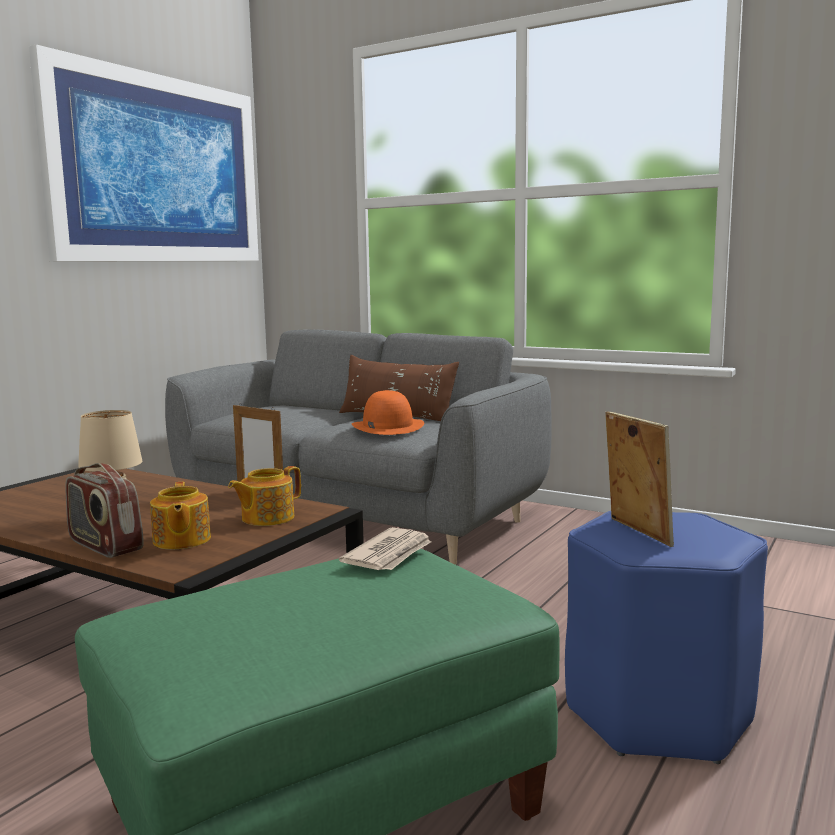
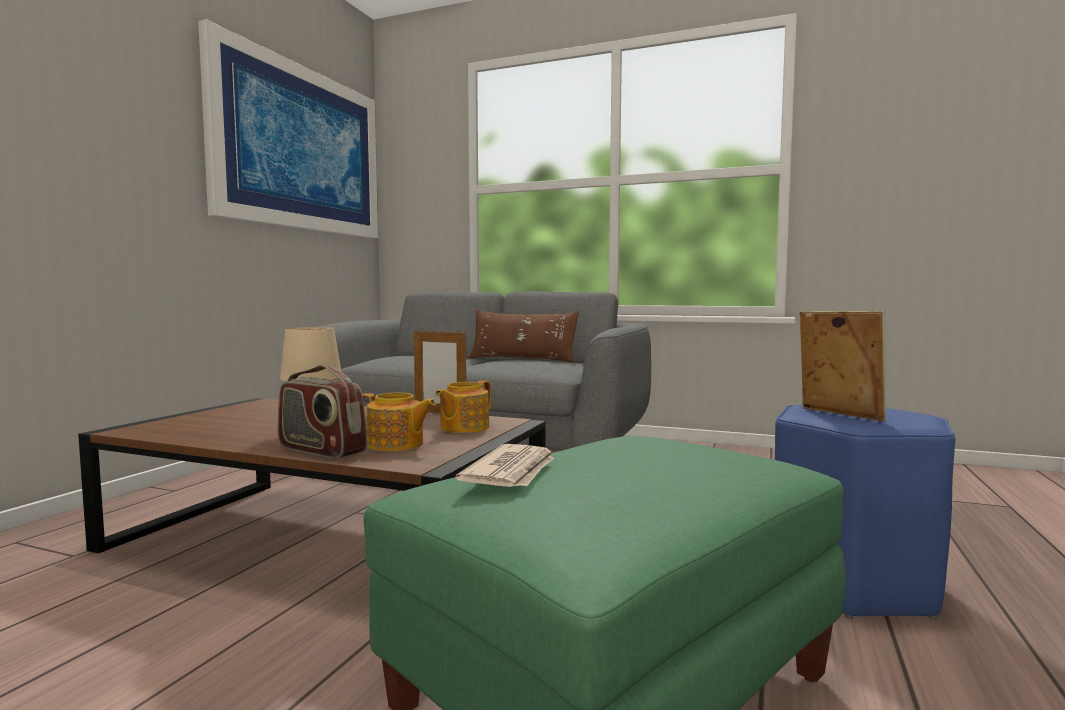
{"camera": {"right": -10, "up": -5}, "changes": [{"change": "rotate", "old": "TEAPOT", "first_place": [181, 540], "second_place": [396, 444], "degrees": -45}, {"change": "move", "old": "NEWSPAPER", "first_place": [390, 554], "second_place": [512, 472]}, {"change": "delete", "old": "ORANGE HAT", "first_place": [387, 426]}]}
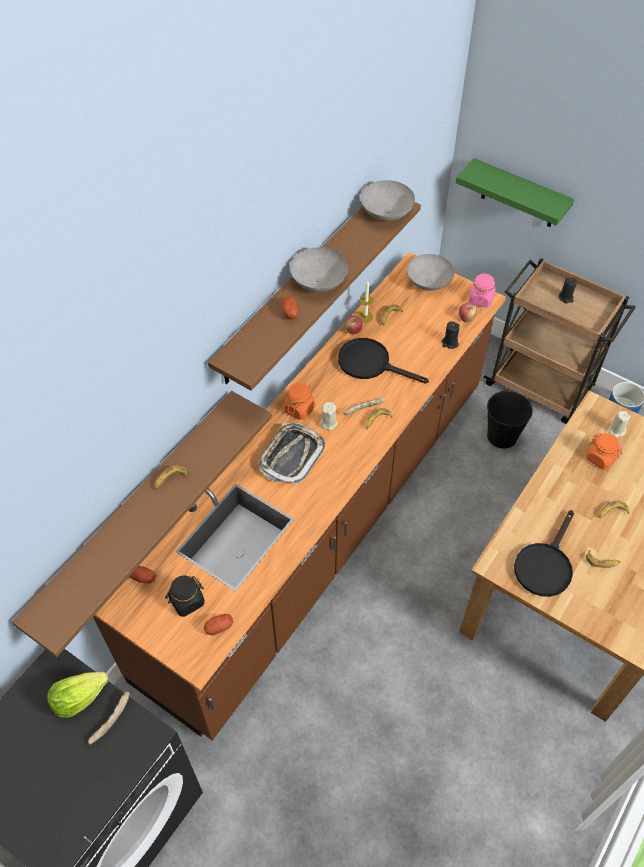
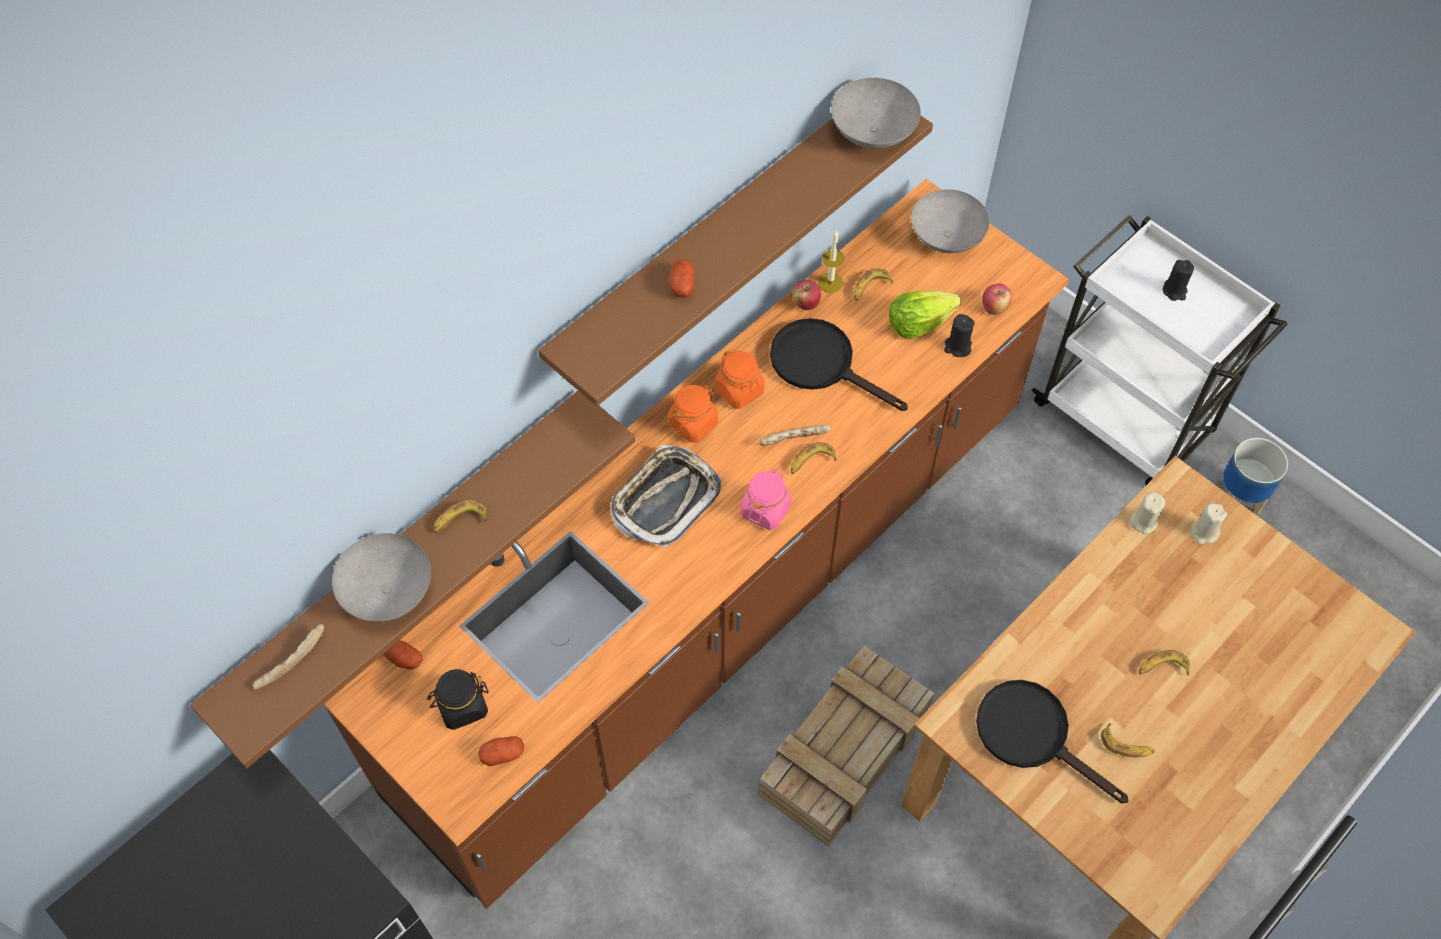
{"camera": {"right": 10, "up": 5}, "changes": [{"change": "move", "old": "LETTUCE", "first_place": [78, 698], "second_place": [918, 324]}, {"change": "move", "old": "BREAD", "first_place": [110, 719], "second_place": [291, 660]}, {"change": "move", "old": "GREY BOWL", "first_place": [319, 284], "second_place": [387, 594]}, {"change": "move", "old": "BEIGE CANDLE", "first_place": [328, 423], "second_place": [1143, 521]}, {"change": "delete", "old": "GREEN SHELF", "first_place": [519, 195]}, {"change": "move", "old": "PINK JAR", "first_place": [481, 299], "second_place": [765, 510]}, {"change": "recolor", "old": "BROWN CART", "new": "WHITE CART", "first_place": [541, 387], "second_place": [1126, 420]}, {"change": "delete", "old": "BLACK BUCKET", "first_place": [502, 436]}, {"change": "rotate", "old": "BLACK FRYING PAN", "first_place": [545, 564], "second_place": [1033, 735], "degrees": 90}, {"change": "move", "old": "ORANGE JAR", "first_place": [601, 458], "second_place": [740, 391]}, {"change": "insert", "new": "CRATE", "second_place": [843, 755]}]}
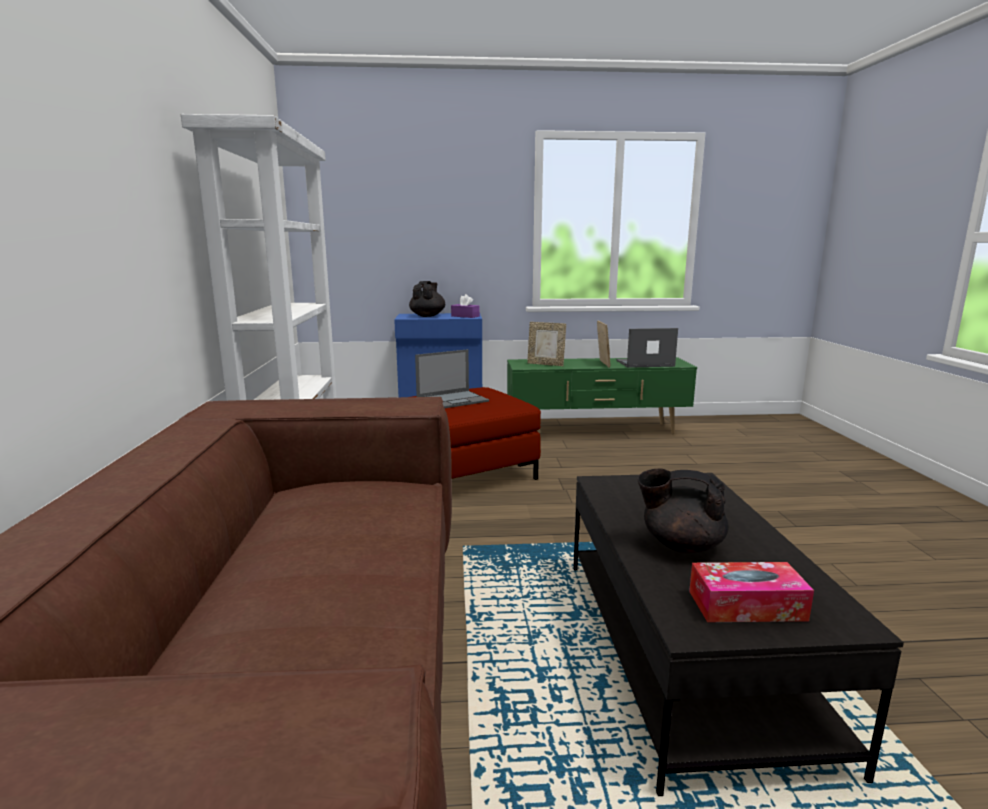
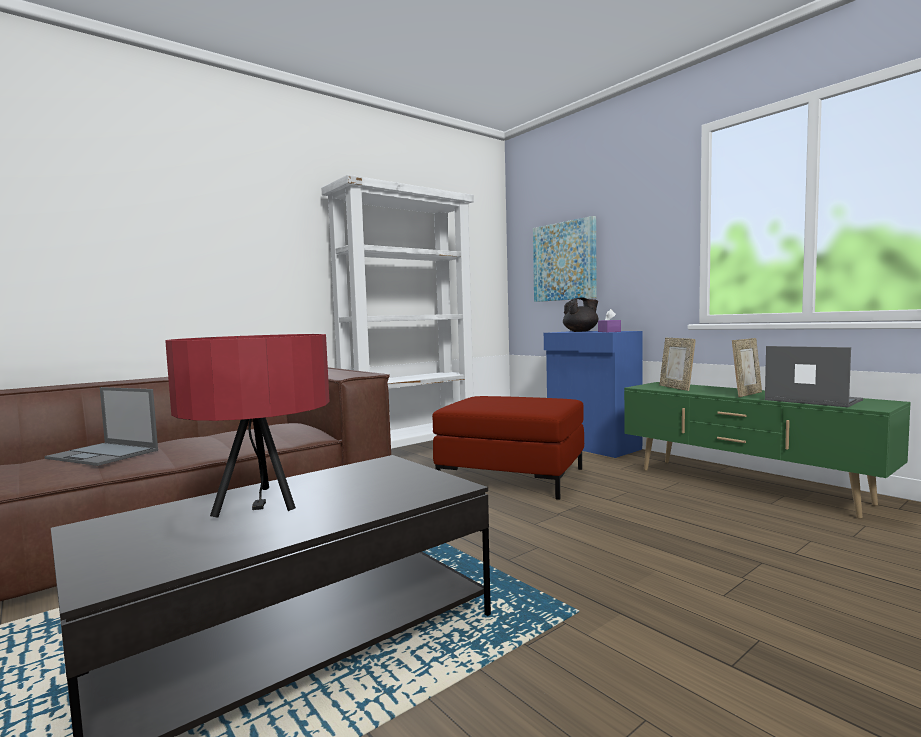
{"camera": {"right": 55, "up": -10}, "changes": [{"change": "move", "old": "LAPTOP", "first_place": [453, 400], "second_place": [104, 454]}, {"change": "replace", "old": "BLACK TEAPOT", "new": "RED TABLE LAMP", "first_place": [680, 544], "second_place": [260, 502]}, {"change": "delete", "old": "TISSUE BOX", "first_place": [746, 605]}, {"change": "insert", "new": "PICTURE", "second_place": [564, 261]}]}
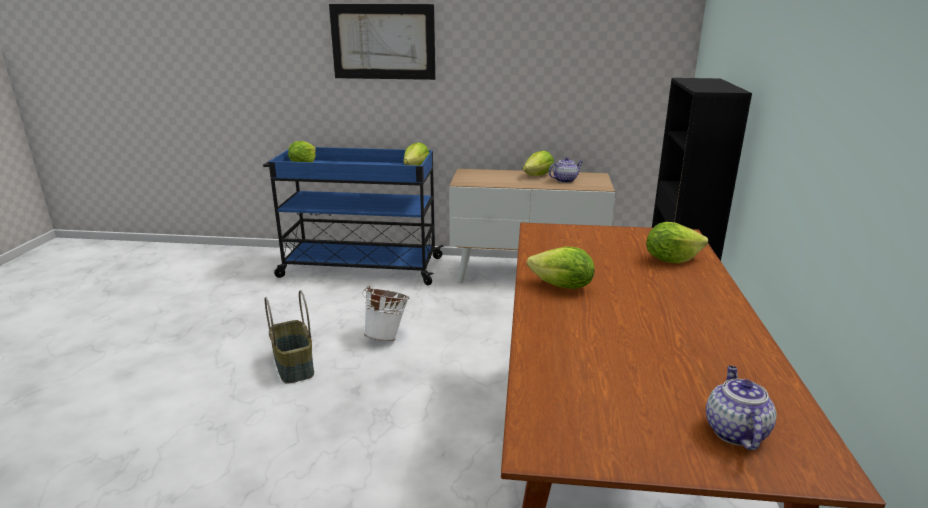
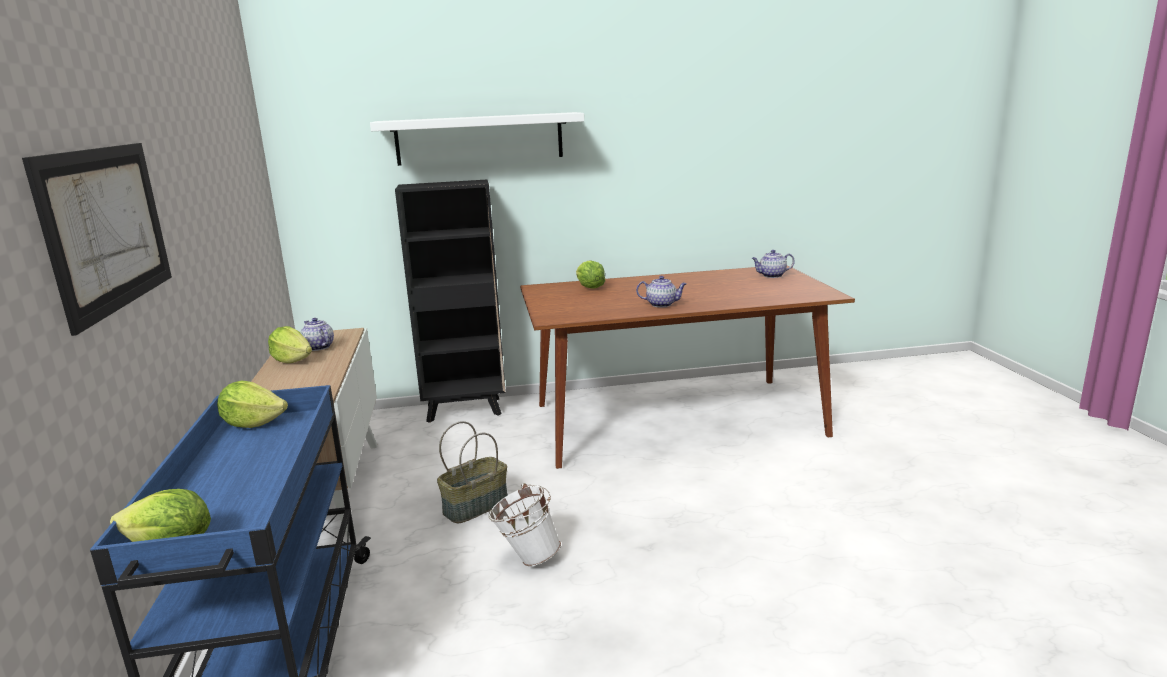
{"camera": {"right": -105, "up": -5}, "changes": [{"change": "move", "old": "BASKET", "first_place": [295, 366], "second_place": [475, 506]}, {"change": "replace", "old": "LETTUCE", "new": "TEAPOT", "first_place": [562, 286], "second_place": [662, 304]}, {"change": "insert", "new": "WHITE SHELF", "second_place": [479, 139]}]}
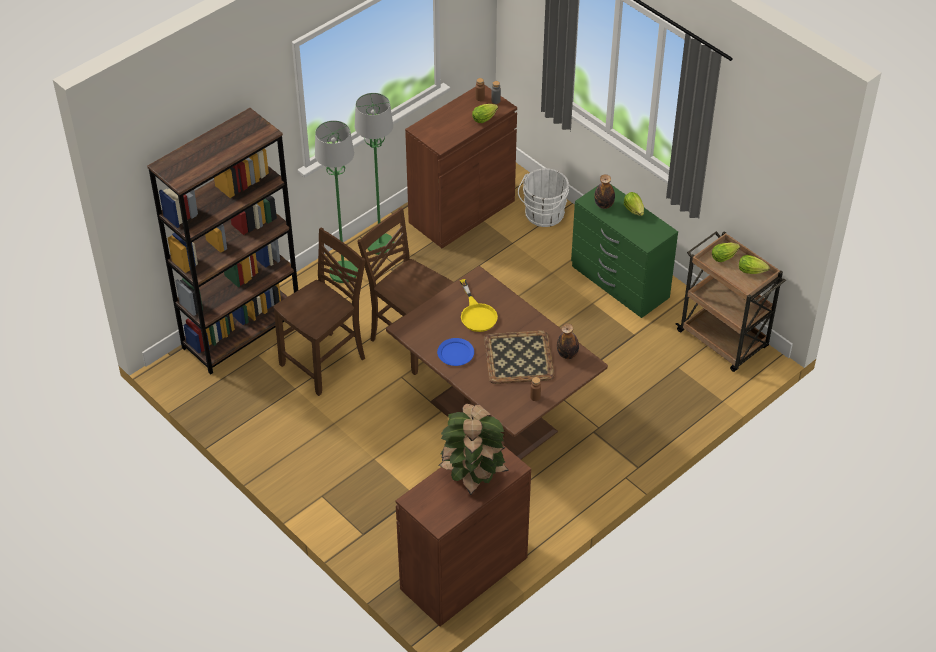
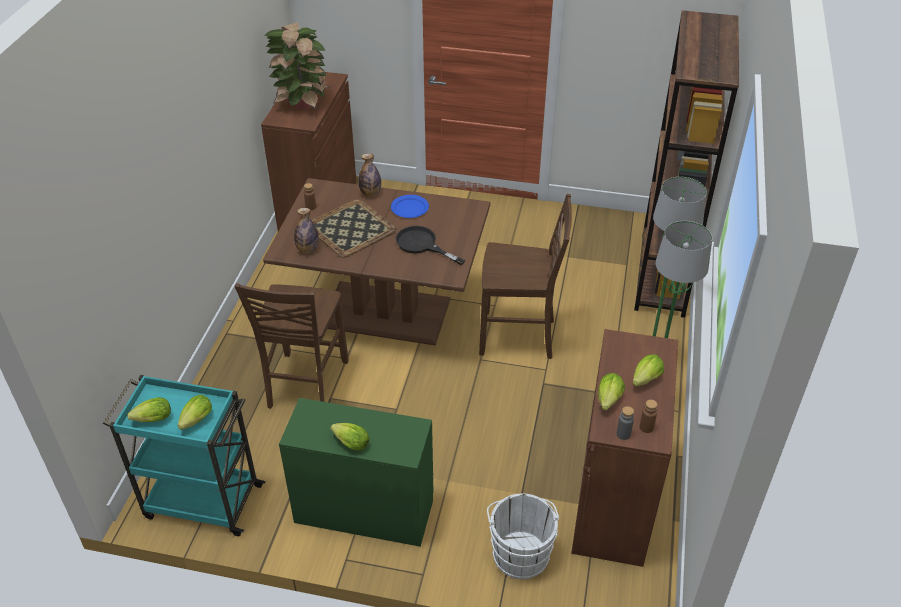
{"camera": {"right": 145, "up": -5}, "changes": [{"change": "move", "old": "BROWN CHAIR", "first_place": [325, 362], "second_place": [305, 385]}, {"change": "recolor", "old": "YELLOW FRYING PAN", "new": "BLACK FRYING PAN", "first_place": [477, 314], "second_place": [422, 245]}, {"change": "move", "old": "BOTTLE", "first_place": [604, 205], "second_place": [370, 193]}, {"change": "recolor", "old": "BROWN CART", "new": "TURQUOISE CART", "first_place": [724, 340], "second_place": [201, 501]}, {"change": "insert", "new": "LETTUCE", "second_place": [644, 381]}]}
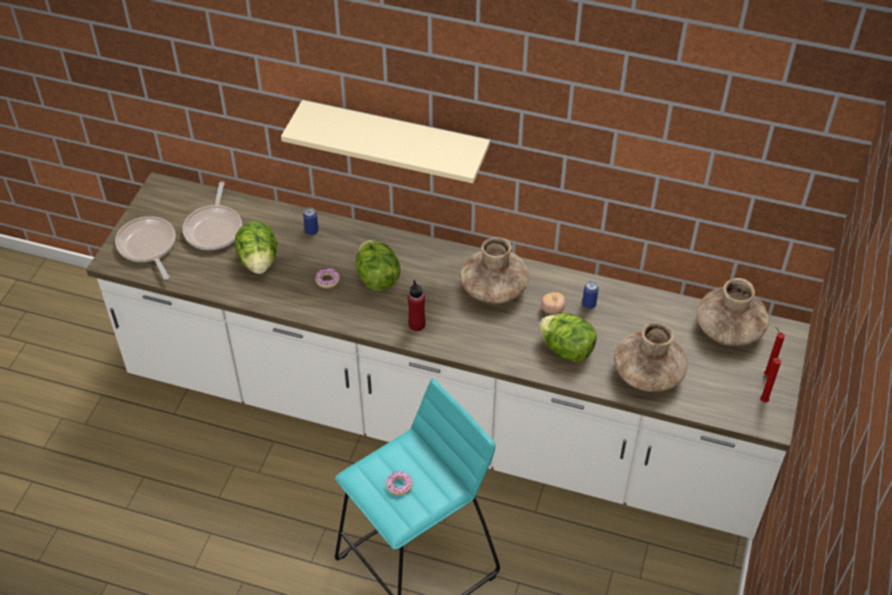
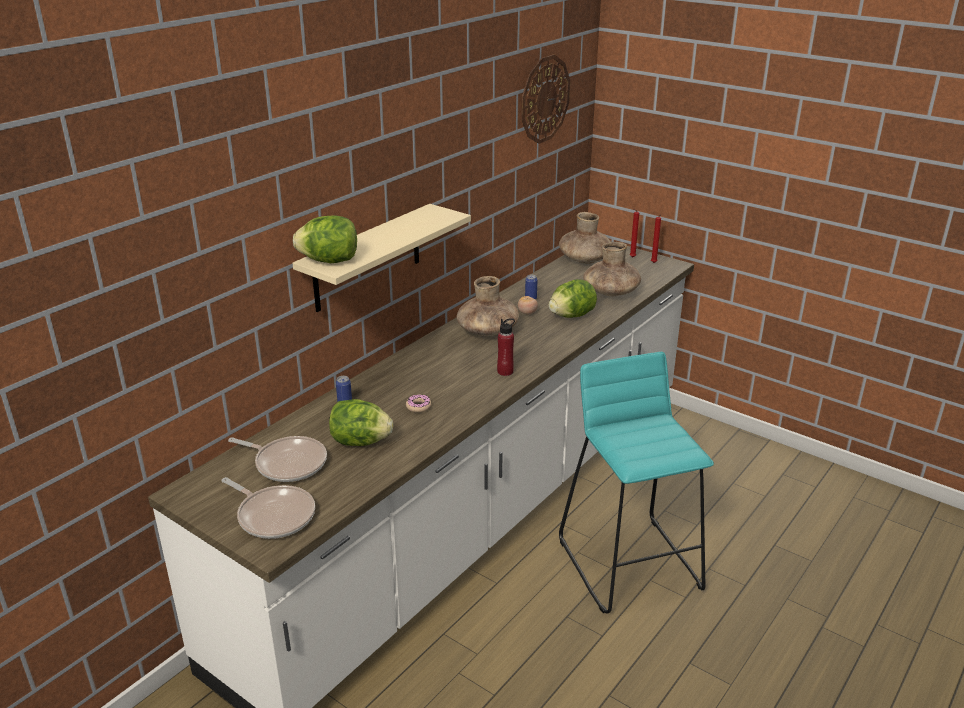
{"camera": {"right": -70, "up": -20}, "changes": [{"change": "rotate", "old": "FRYING PAN", "first_place": [148, 247], "second_place": [273, 515], "degrees": -135}, {"change": "move", "old": "LETTUCE", "first_place": [377, 278], "second_place": [329, 261]}, {"change": "delete", "old": "DONUT", "first_place": [399, 485]}, {"change": "insert", "new": "WALL CLOCK", "second_place": [544, 99]}]}
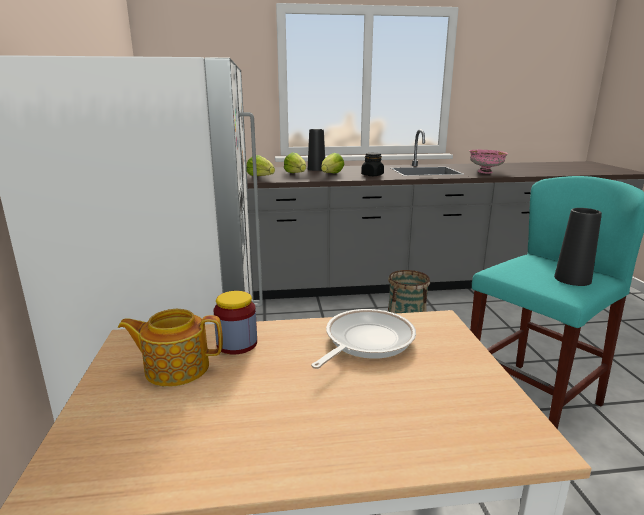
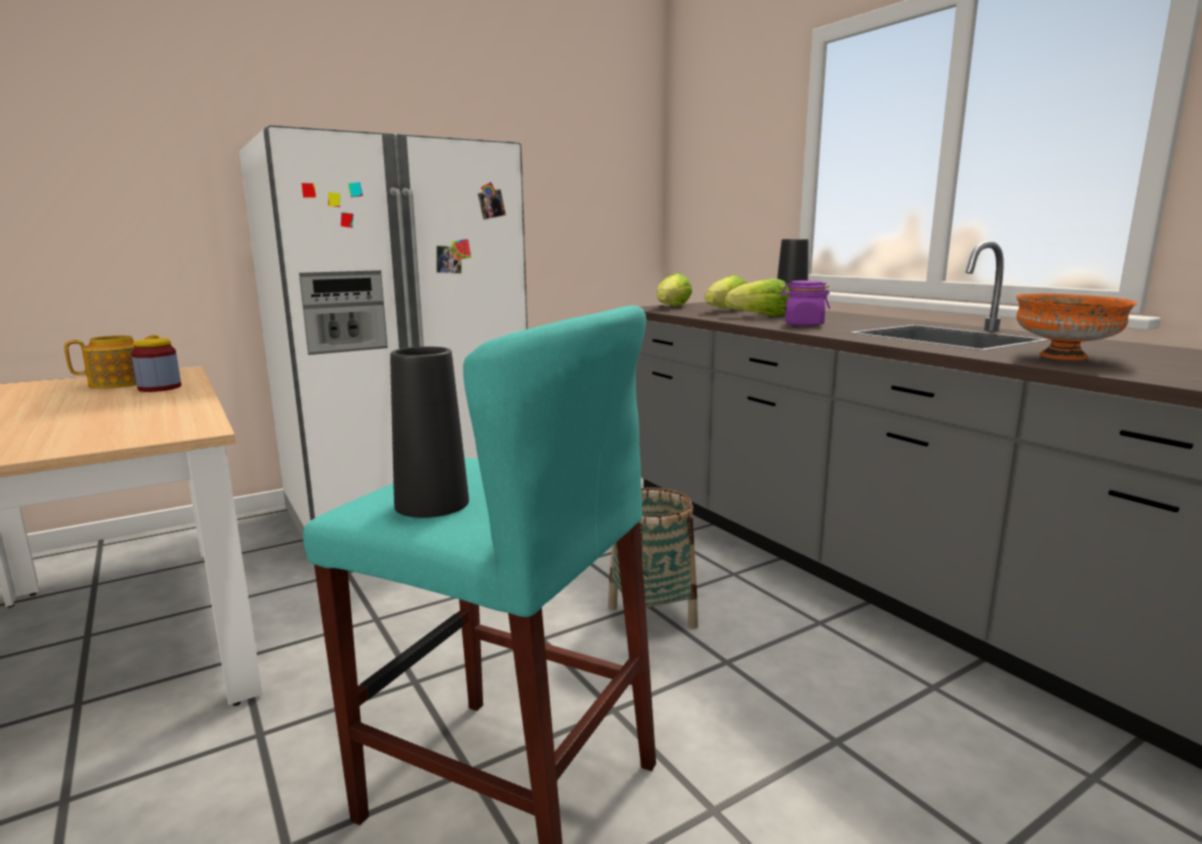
{"camera": {"right": 65, "up": -5}, "changes": [{"change": "rotate", "old": "TEAPOT", "first_place": [176, 368], "second_place": [121, 383], "degrees": 75}, {"change": "delete", "old": "FRYING PAN", "first_place": [365, 341]}, {"change": "recolor", "old": "BLACK JAR", "new": "PURPLE JAR", "first_place": [372, 175], "second_place": [803, 325]}, {"change": "recolor", "old": "PINK BOWL", "new": "ORANGE BOWL", "first_place": [485, 172], "second_place": [1065, 357]}]}
